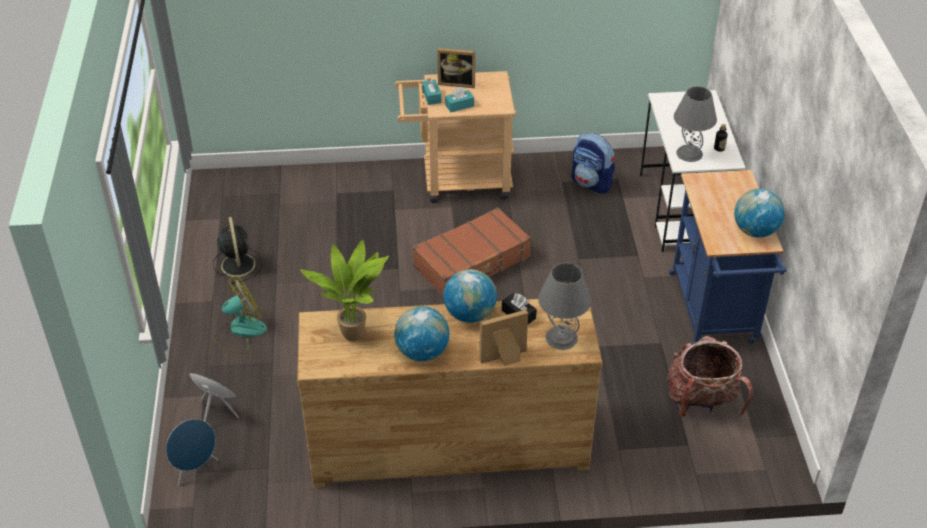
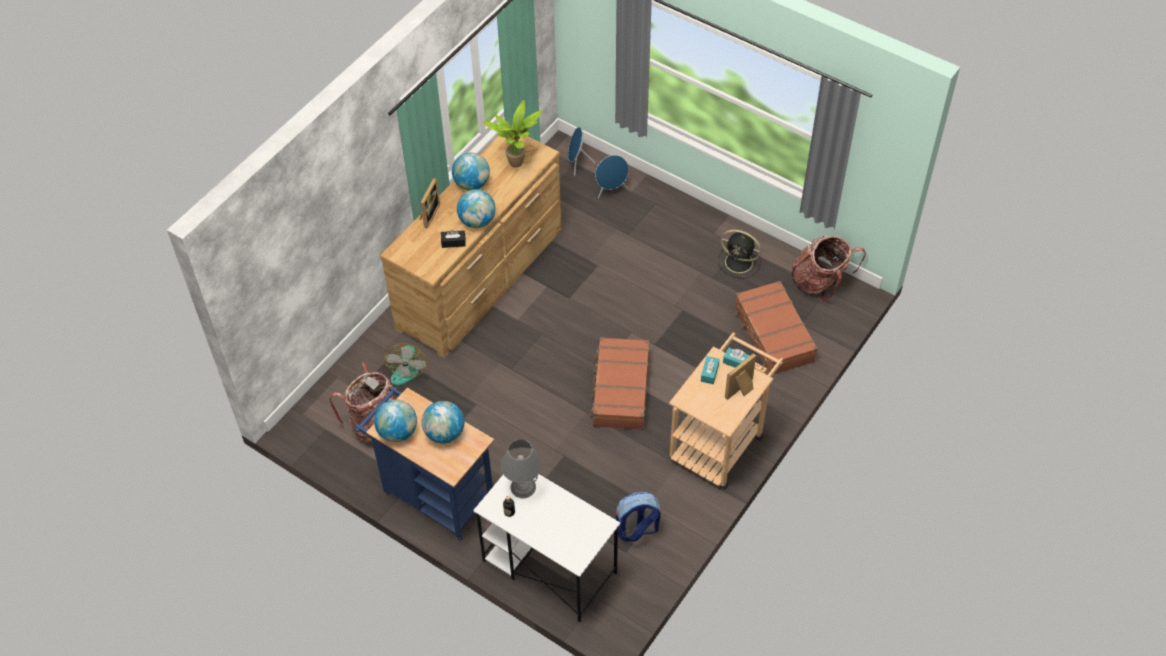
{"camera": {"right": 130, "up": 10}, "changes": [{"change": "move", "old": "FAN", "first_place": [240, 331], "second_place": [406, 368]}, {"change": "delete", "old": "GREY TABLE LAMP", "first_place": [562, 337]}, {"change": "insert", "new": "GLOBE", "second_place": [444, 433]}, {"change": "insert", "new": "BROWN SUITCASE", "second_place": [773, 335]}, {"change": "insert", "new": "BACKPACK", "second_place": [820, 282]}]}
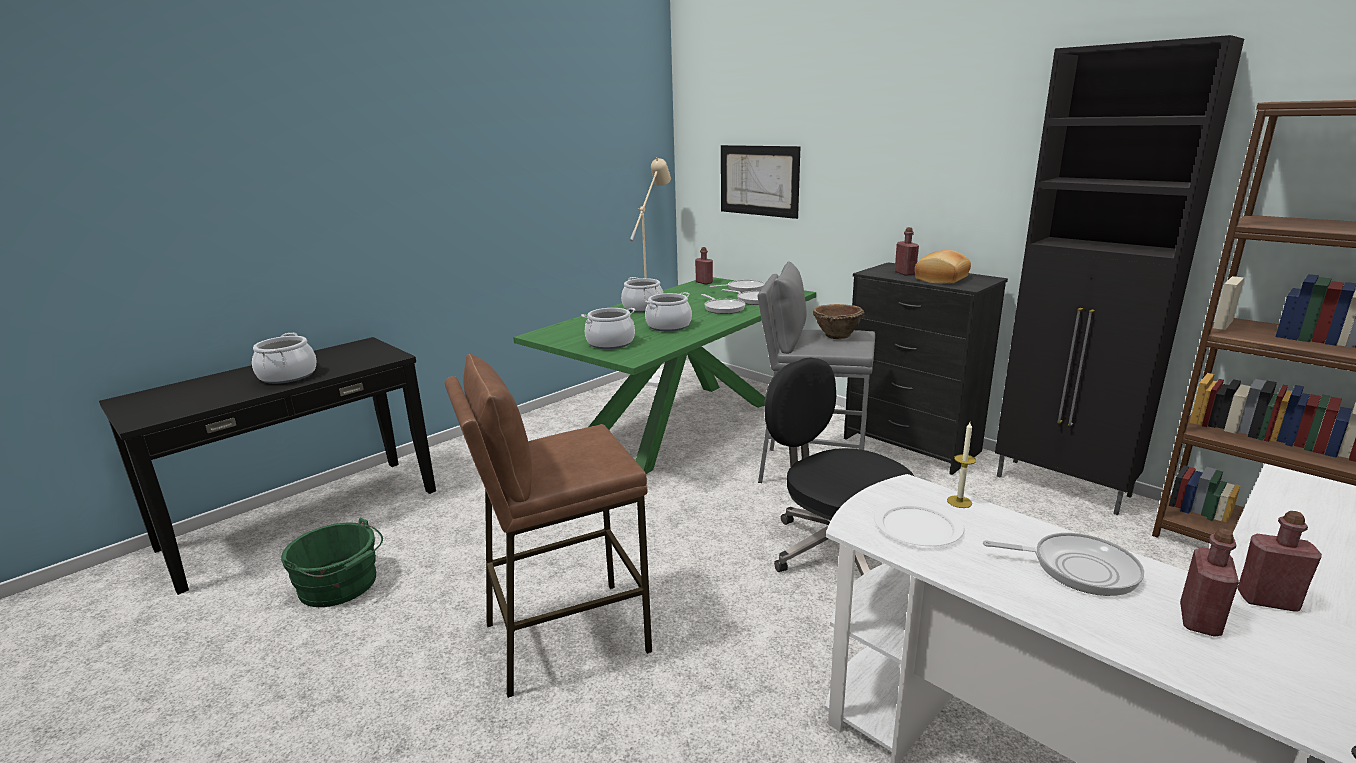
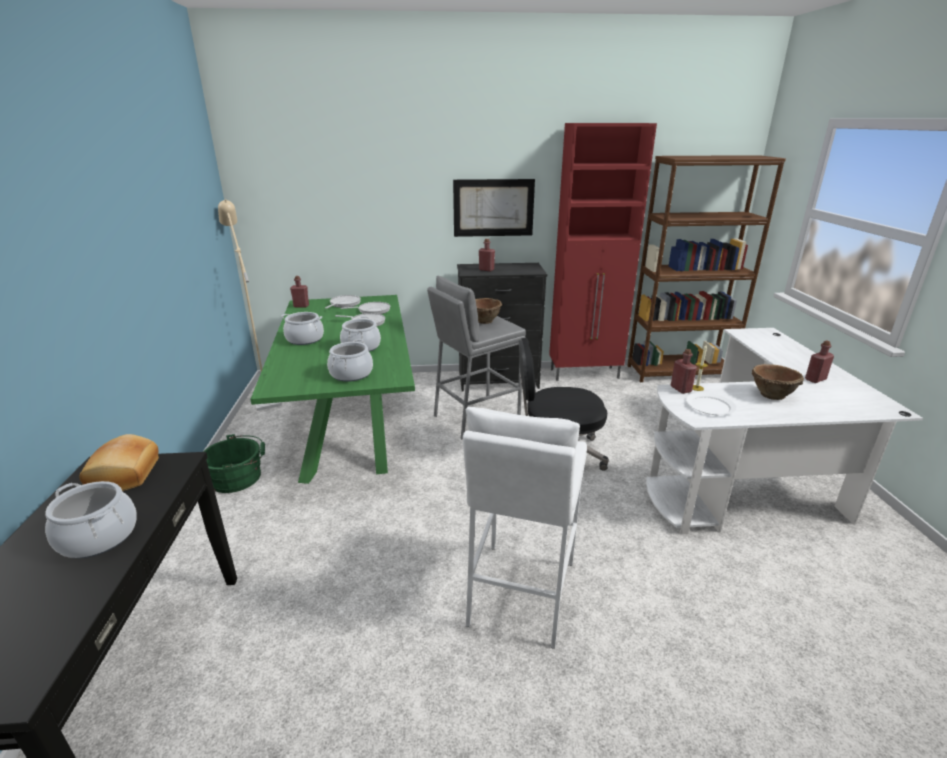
{"camera": {"right": -50, "up": 5}, "changes": [{"change": "move", "old": "GREEN BUCKET", "first_place": [341, 585], "second_place": [239, 477]}, {"change": "recolor", "old": "BROWN STOOL", "new": "WHITE STOOL", "first_place": [565, 636], "second_place": [520, 592]}, {"change": "move", "old": "PICTURE", "first_place": [758, 180], "second_place": [493, 208]}, {"change": "move", "old": "BREAD", "first_place": [942, 279], "second_place": [126, 475]}, {"change": "replace", "old": "FRYING PAN", "new": "BROWN BOWL", "first_place": [1078, 568], "second_place": [771, 395]}, {"change": "recolor", "old": "BLACK CABINET", "new": "RED CABINET", "first_place": [1063, 487], "second_place": [585, 374]}, {"change": "move", "old": "RED BOTTLE", "first_place": [1199, 620], "second_place": [680, 389]}]}
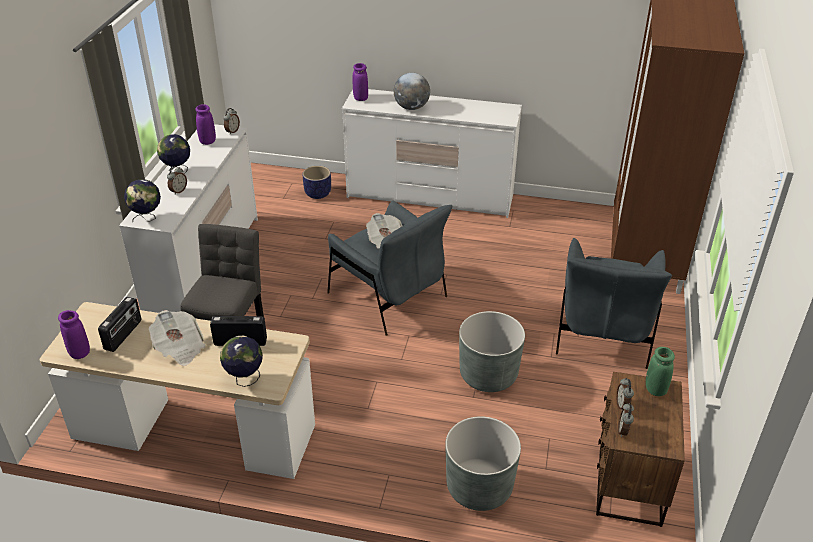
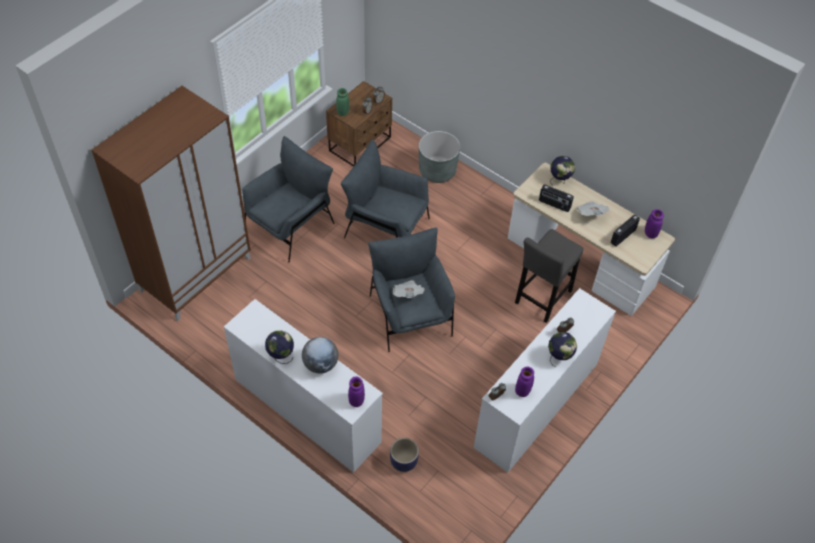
{"camera": {"right": -155, "up": 15}, "changes": [{"change": "move", "old": "GLOBE", "first_place": [147, 218], "second_place": [281, 356]}, {"change": "replace", "old": "GREY PLANTER", "new": "GREY ARMCHAIR", "first_place": [488, 374], "second_place": [386, 227]}]}
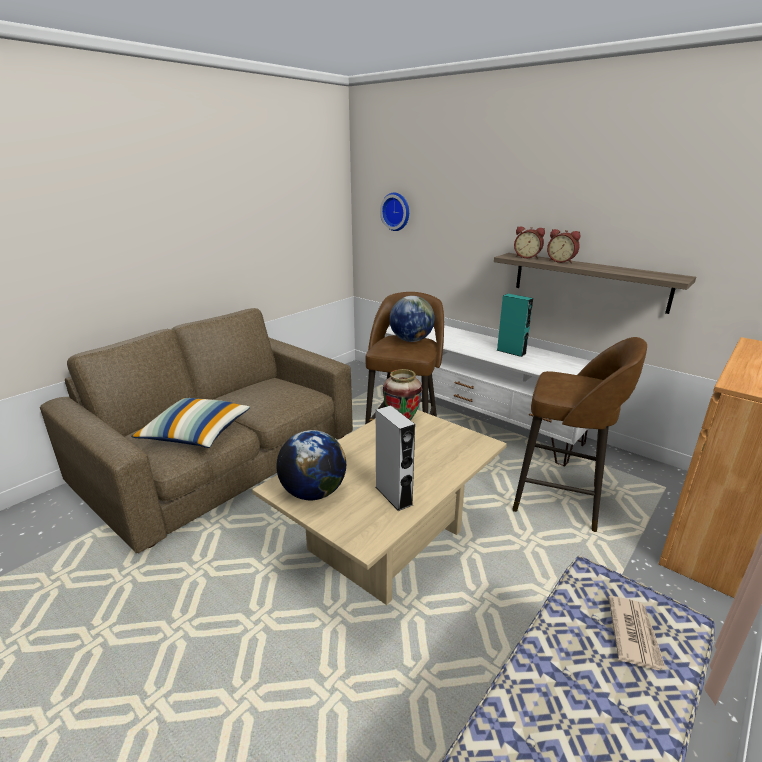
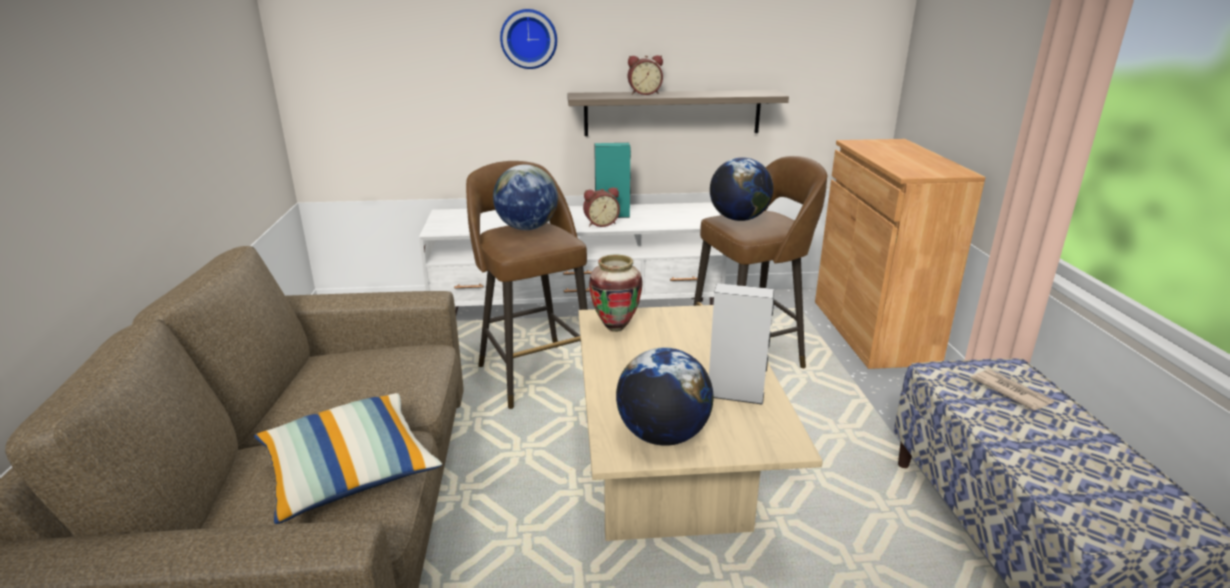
{"camera": {"right": -45, "up": 0}, "changes": [{"change": "move", "old": "WALL CLOCK", "first_place": [396, 211], "second_place": [529, 39]}, {"change": "move", "old": "ALARM CLOCK", "first_place": [527, 257], "second_place": [601, 224]}, {"change": "insert", "new": "GLOBE", "second_place": [738, 219]}]}
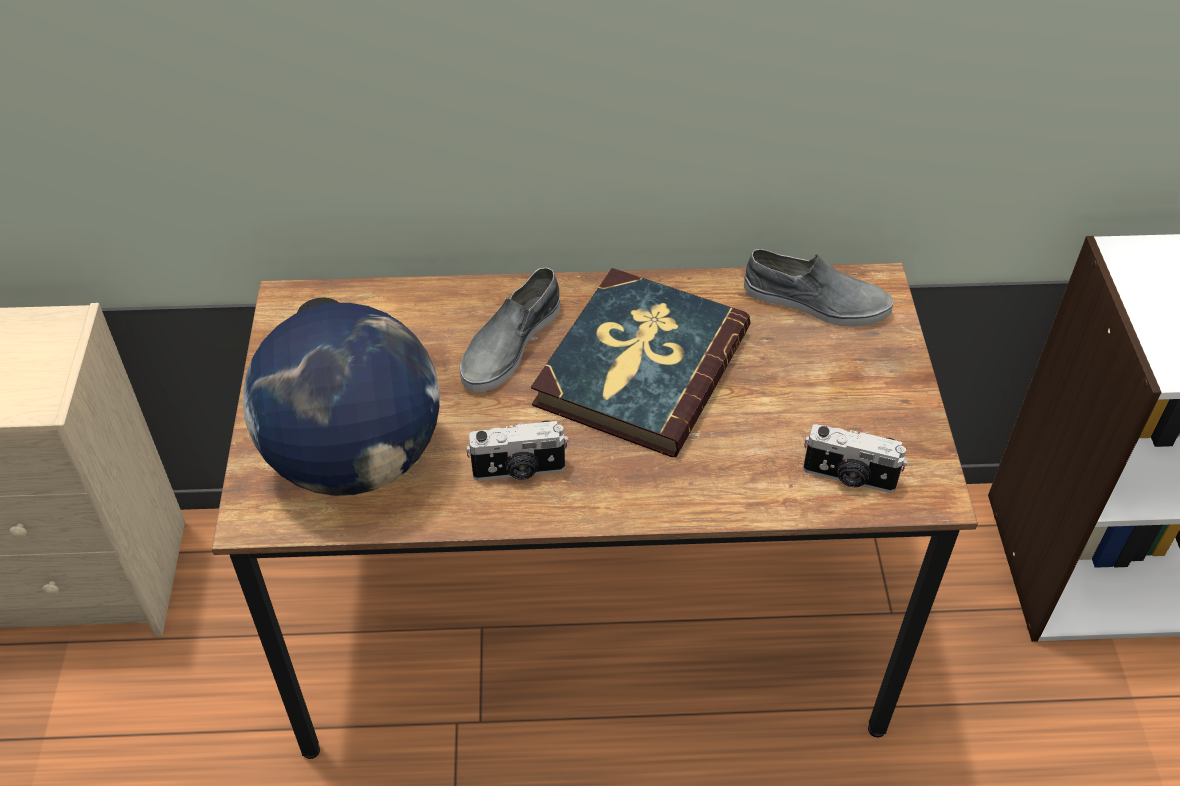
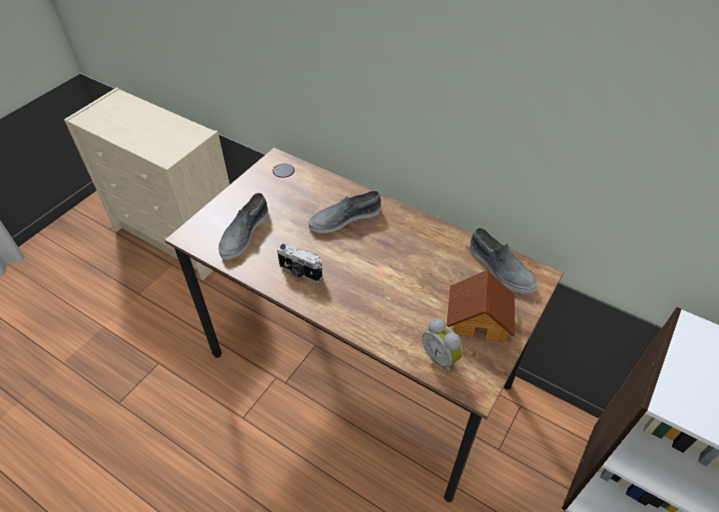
{"camera": {"right": 35, "up": 0}, "changes": [{"change": "replace", "old": "GLOBE", "new": "GREY SHOE", "first_place": [356, 458], "second_place": [244, 233]}, {"change": "delete", "old": "BOOK", "first_place": [640, 367]}, {"change": "replace", "old": "PHOTO CAMERA", "new": "ALARM CLOCK", "first_place": [849, 477], "second_place": [441, 357]}, {"change": "insert", "new": "TOY HOUSE", "second_place": [479, 319]}]}
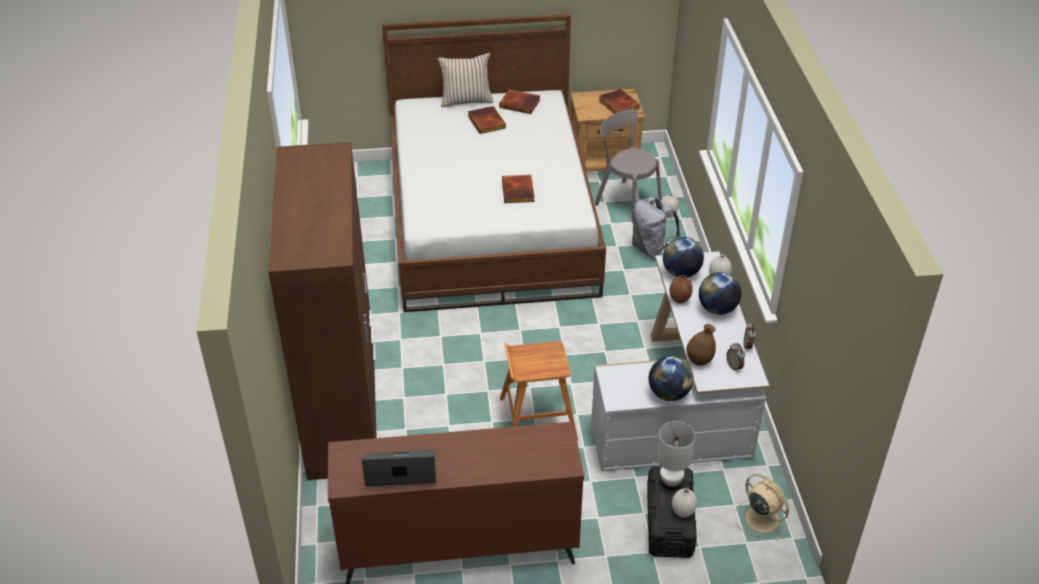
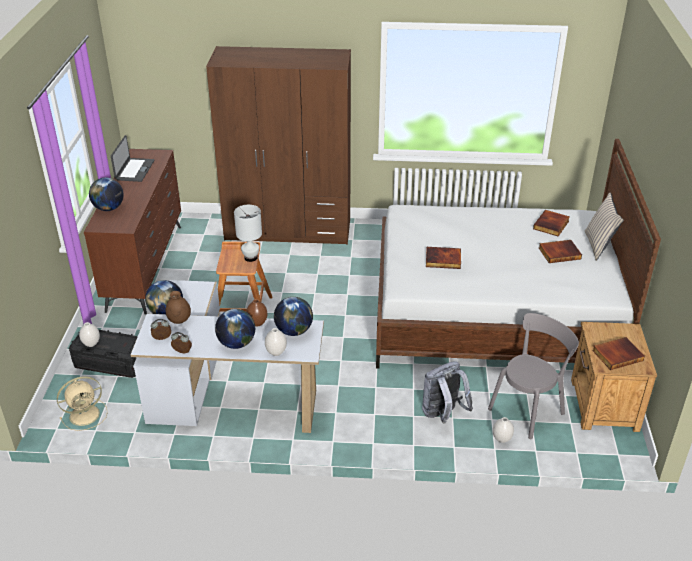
{"camera": {"right": 100, "up": -5}, "changes": [{"change": "move", "old": "BOOK", "first_place": [520, 103], "second_place": [551, 225]}, {"change": "move", "old": "WHITE TABLE LAMP", "first_place": [670, 483], "second_place": [251, 257]}, {"change": "insert", "new": "GLOBE", "second_place": [108, 208]}]}
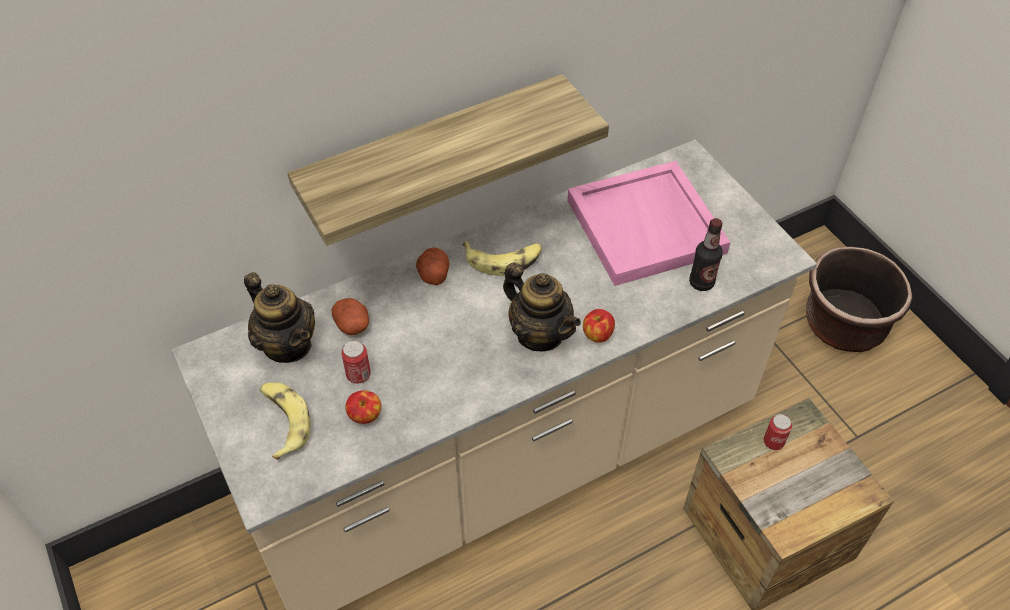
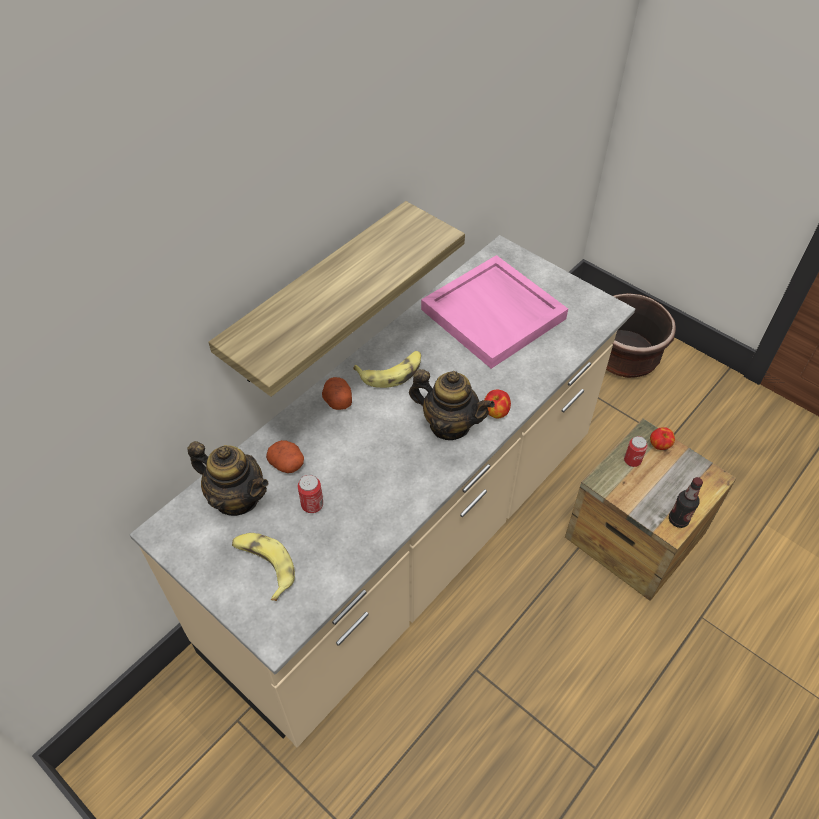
{"camera": {"right": -20, "up": 0}, "changes": [{"change": "move", "old": "APPLE", "first_place": [365, 416], "second_place": [659, 445]}, {"change": "move", "old": "BOTTLE", "first_place": [701, 282], "second_place": [678, 520]}]}
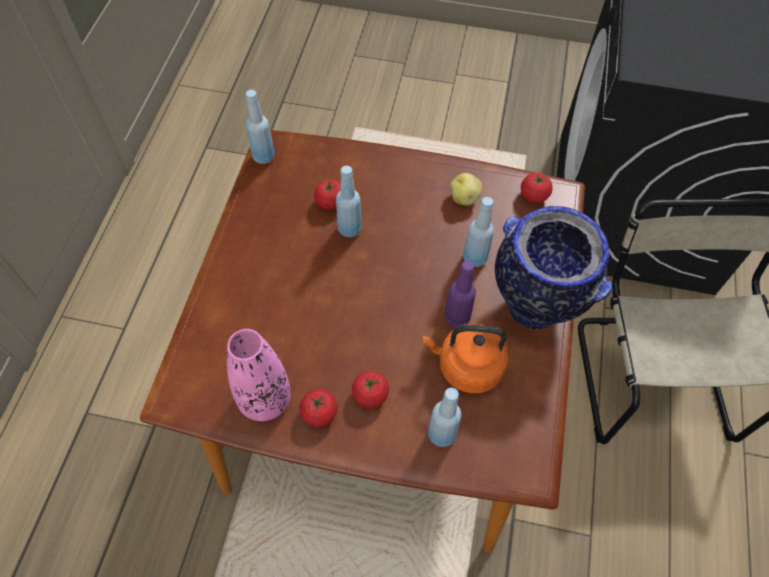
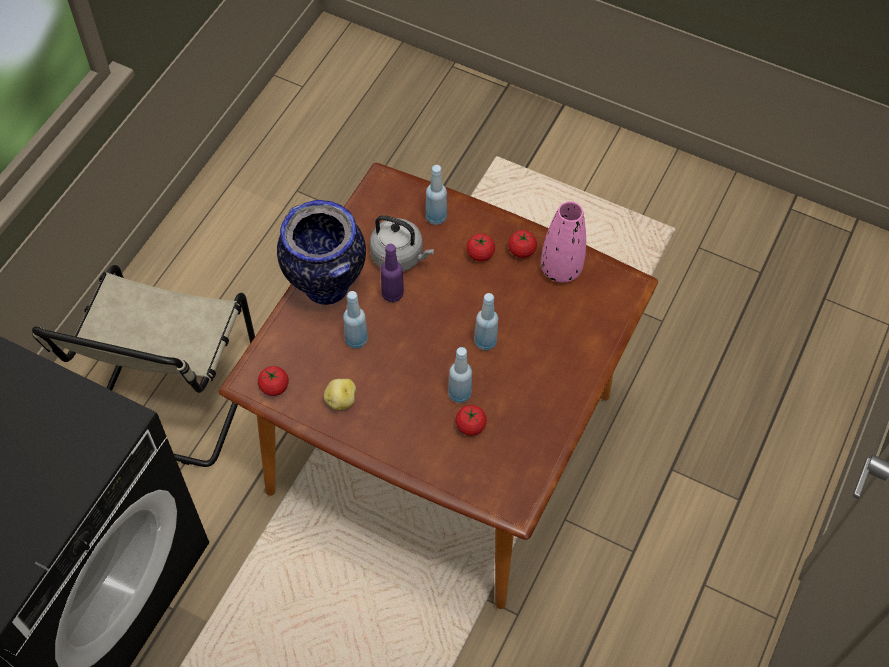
{"camera": {"right": -165, "up": 0}, "changes": [{"change": "move", "old": "BLUE BOTTLE", "first_place": [264, 156], "second_place": [485, 342]}, {"change": "recolor", "old": "ORANGE KETTLE", "new": "GREY KETTLE", "first_place": [466, 367], "second_place": [400, 256]}]}
